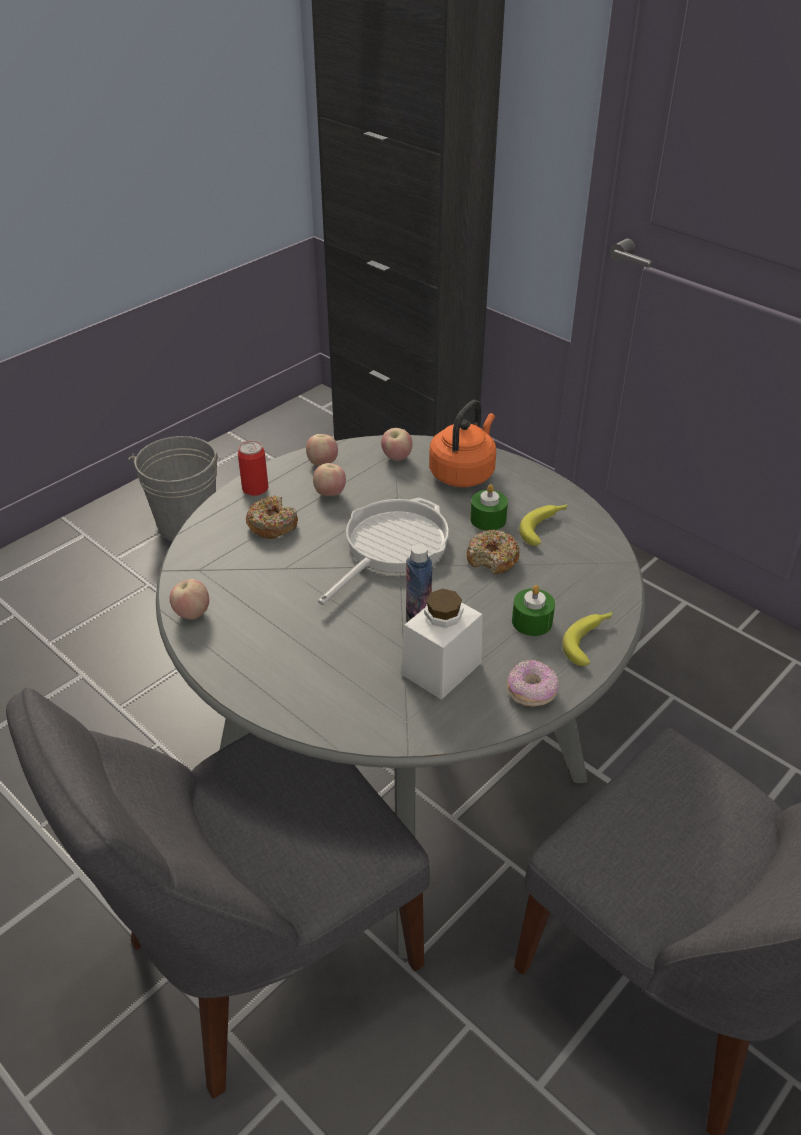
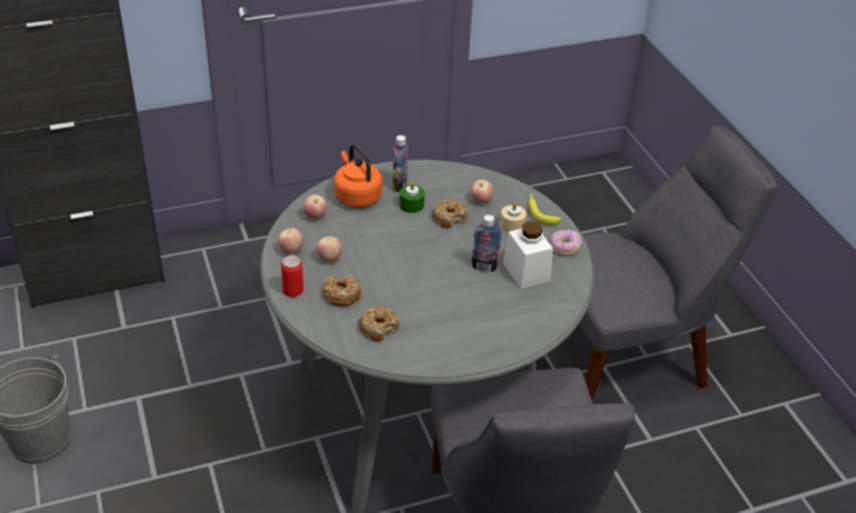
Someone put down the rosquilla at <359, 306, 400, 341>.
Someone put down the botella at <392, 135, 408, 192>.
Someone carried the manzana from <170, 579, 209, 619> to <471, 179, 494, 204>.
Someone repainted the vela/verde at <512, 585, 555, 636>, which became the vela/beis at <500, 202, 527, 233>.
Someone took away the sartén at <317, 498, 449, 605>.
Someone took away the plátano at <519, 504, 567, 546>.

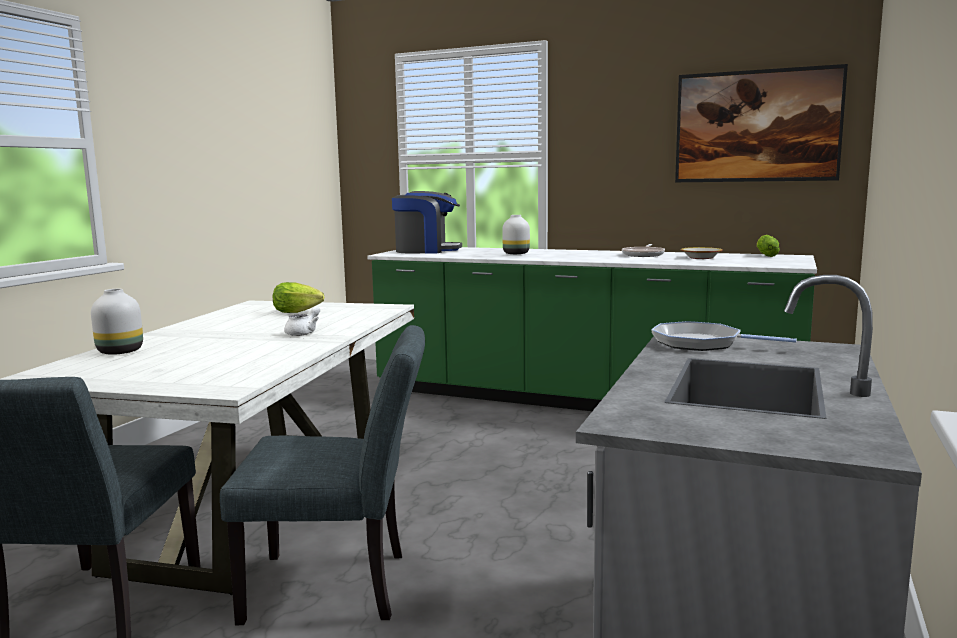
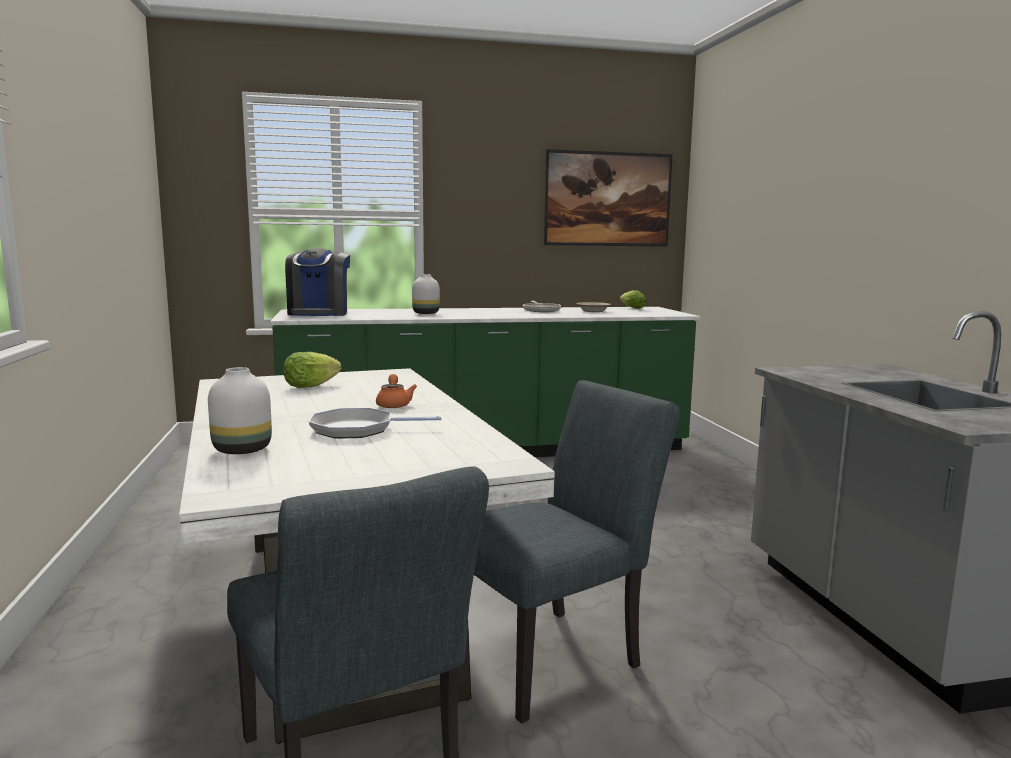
Someone rotated the cafetera at <392, 191, 462, 254> by 120 degrees clockwise.
Someone carried the sartén from <651, 321, 797, 351> to <309, 408, 441, 438>.
Someone repainted the tetera/blanco at <284, 306, 320, 336>, which became the tetera/naranja at <376, 374, 417, 408>.

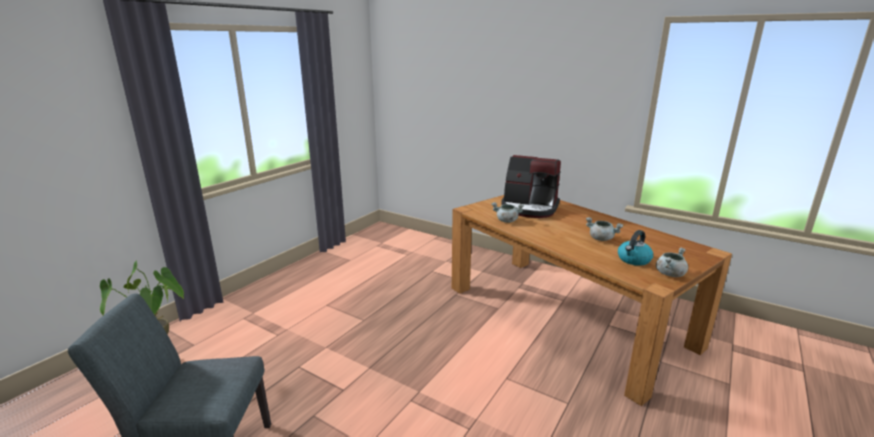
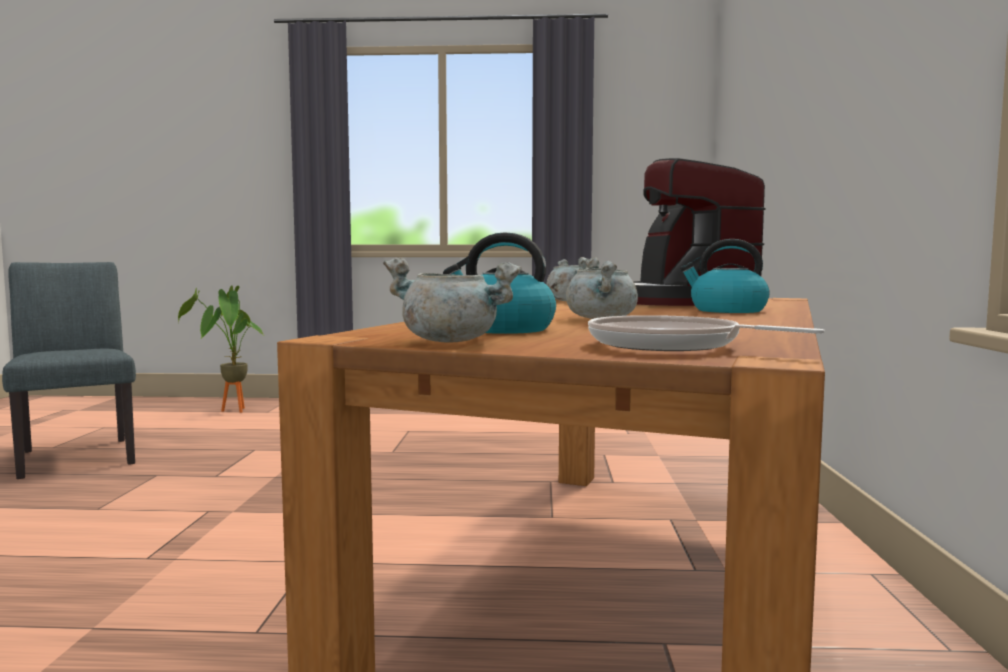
Someone put down the sartén at <588, 315, 825, 351>.
Someone put down the hervidor at <680, 239, 770, 313>.

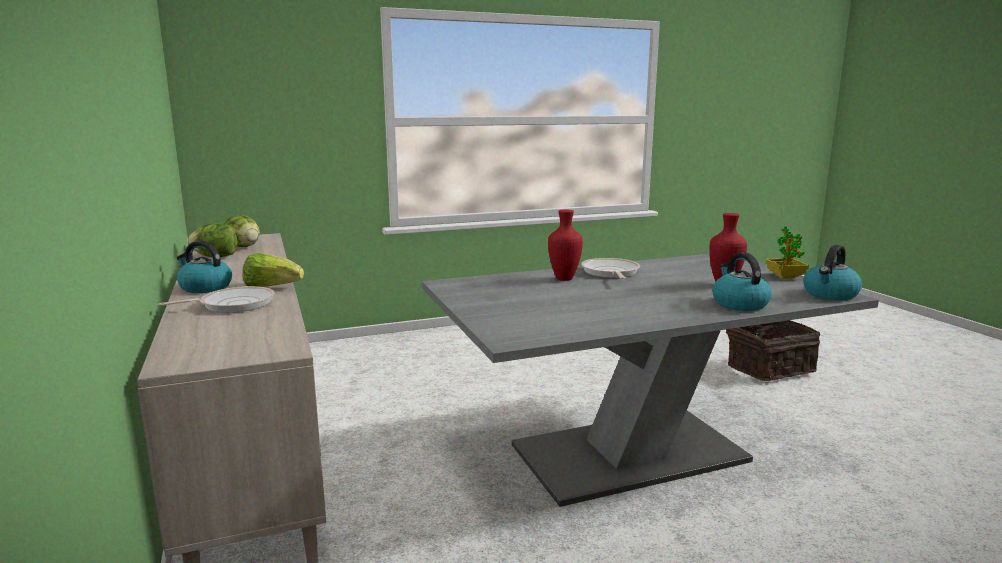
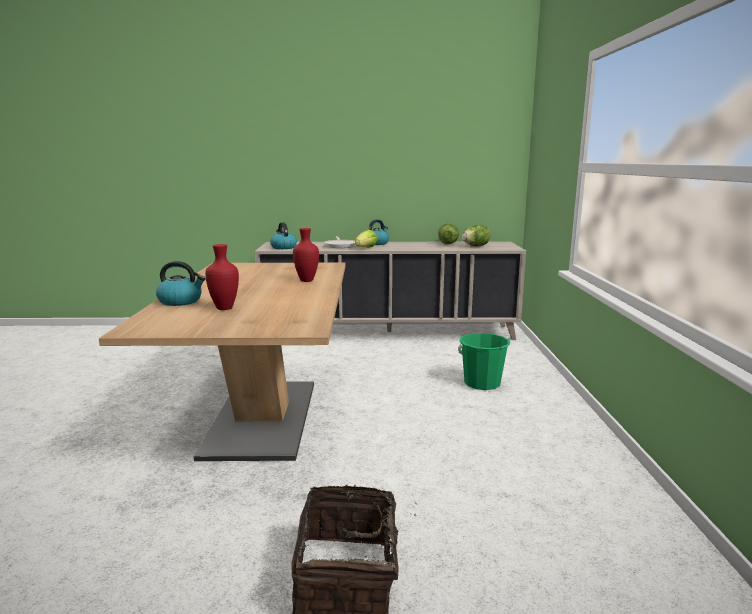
Someone repainted the mesa de comedor/gris at <422, 254, 879, 507>, which became the mesa de comedor/marrón at <99, 263, 345, 461>.
Someone carried the hervidor from <803, 245, 862, 300> to <270, 222, 297, 249>.
Someone put down the cubo/verde at <458, 333, 510, 390>.
Someone took away the sartén at <581, 258, 640, 279>.
Someone took away the planta en maceta at <766, 226, 809, 279>.

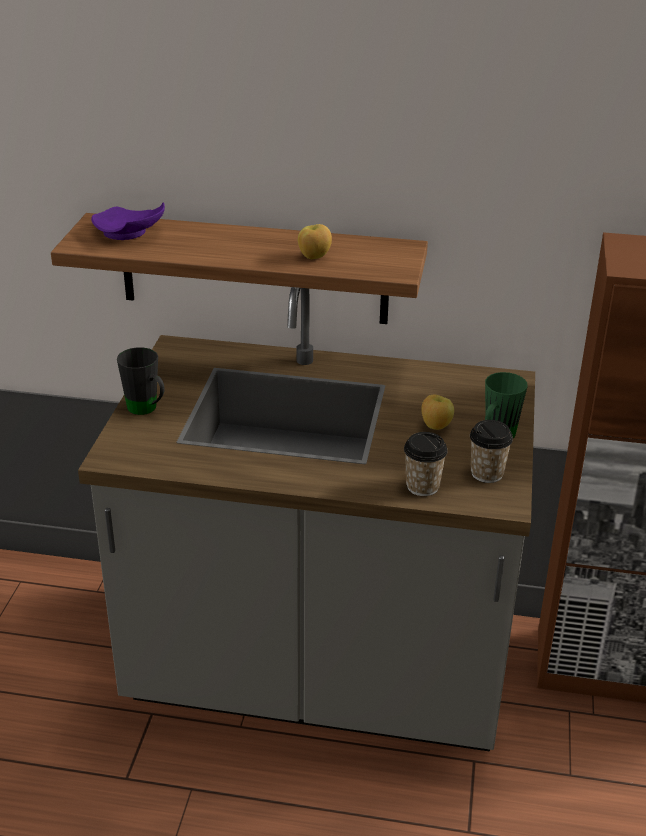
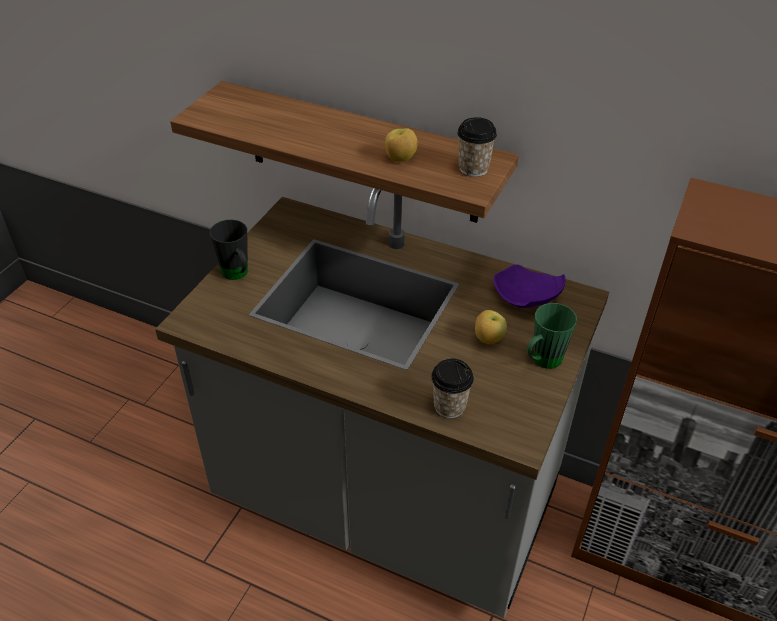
Someone carried the taza from <470, 420, 513, 483> to <457, 117, 497, 177>.
Someone carried the plato/morado from <91, 203, 165, 240> to <493, 265, 565, 308>.

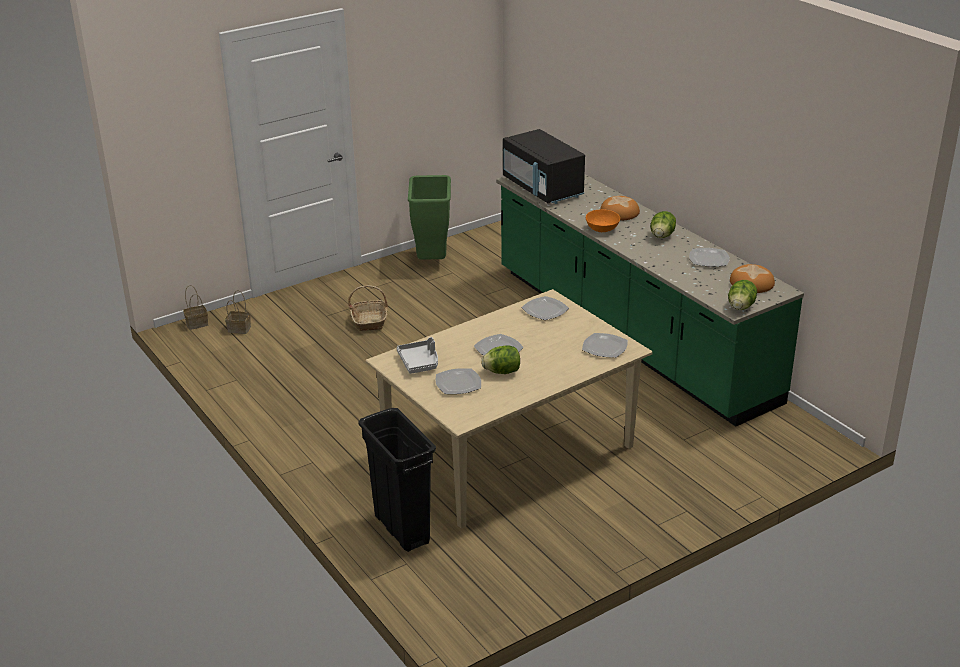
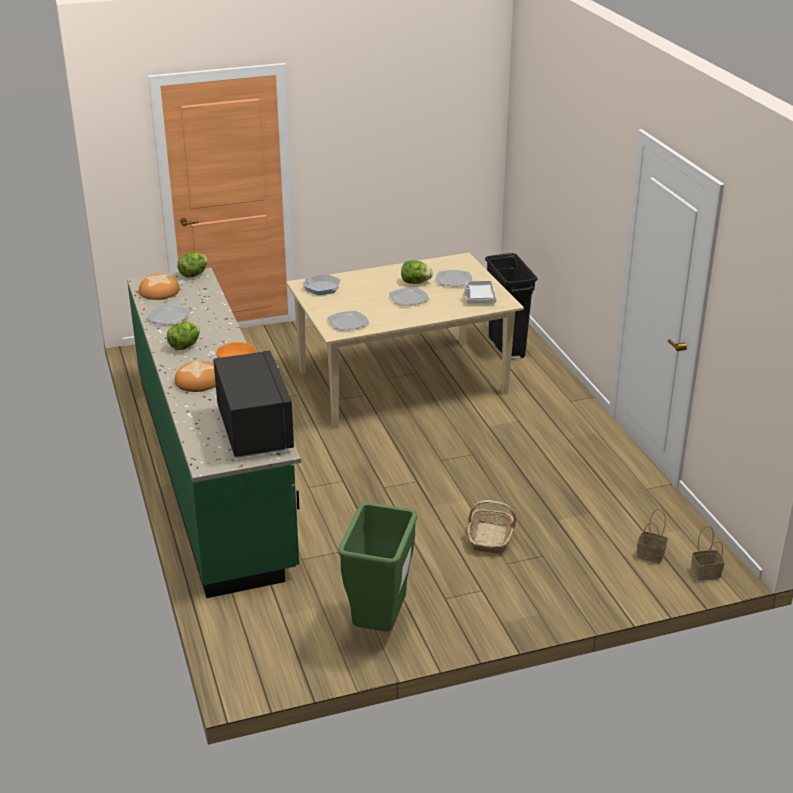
Someone swapped the plato at <582, 333, 628, 358> for the sartén at <303, 274, 341, 295>.

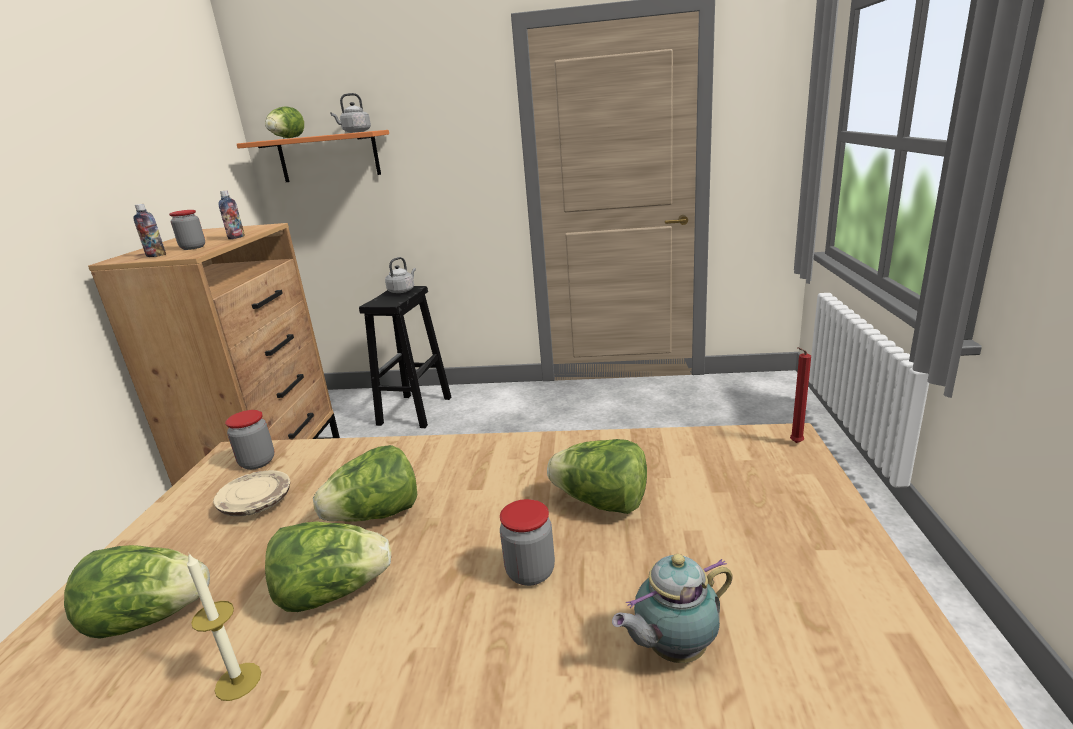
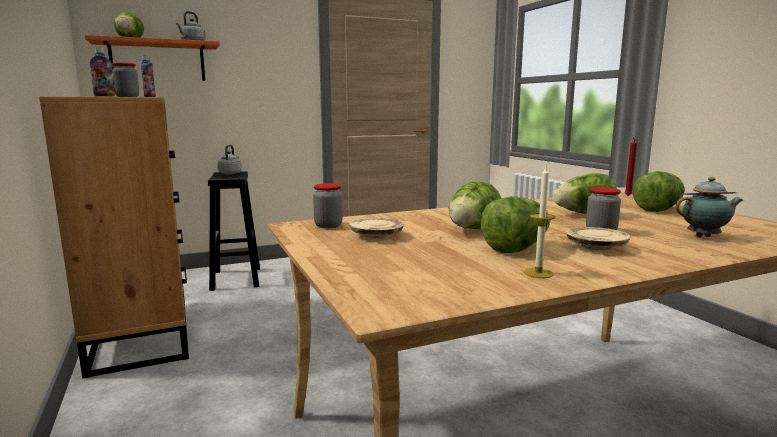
Someone put down the plato/beis at <566, 227, 630, 251>.
Someone carried the lechuga from <64, 545, 210, 638> to <632, 171, 684, 212>.
Someone rotated the tetera at <612, 554, 733, 663> by 135 degrees counterclockwise.

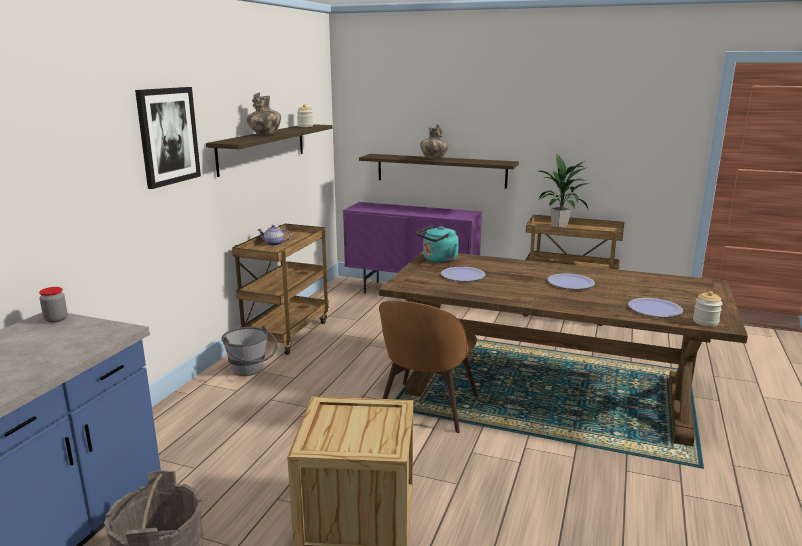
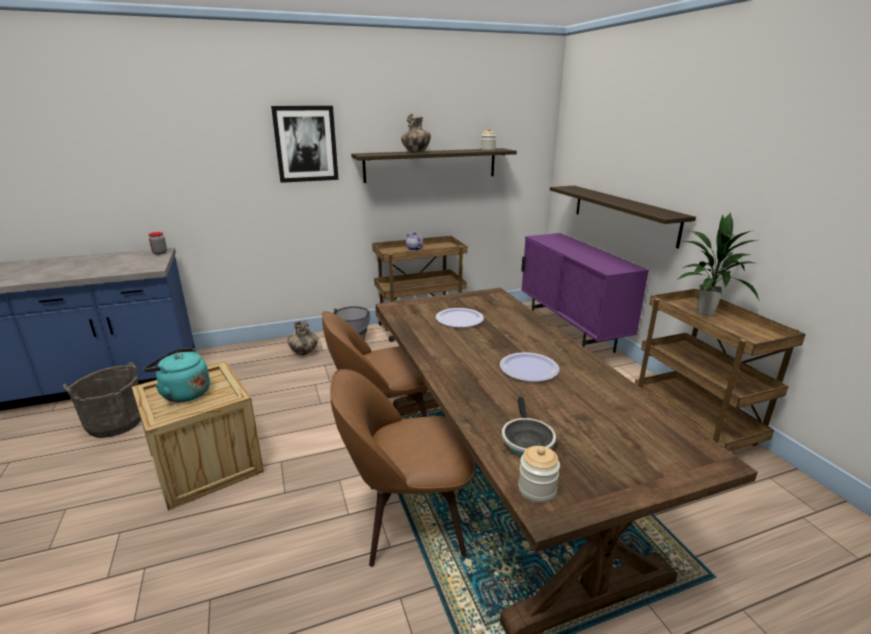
Someone carried the hervidor/turquesa from <417, 226, 459, 263> to <144, 348, 210, 402>.
Someone carried the florero from <420, 124, 449, 160> to <287, 320, 318, 355>.
Someone put down the silla/marrón at <330, 369, 476, 567>.
Someone swapped the plato at <628, 298, 683, 317> for the sartén at <502, 397, 556, 456>.

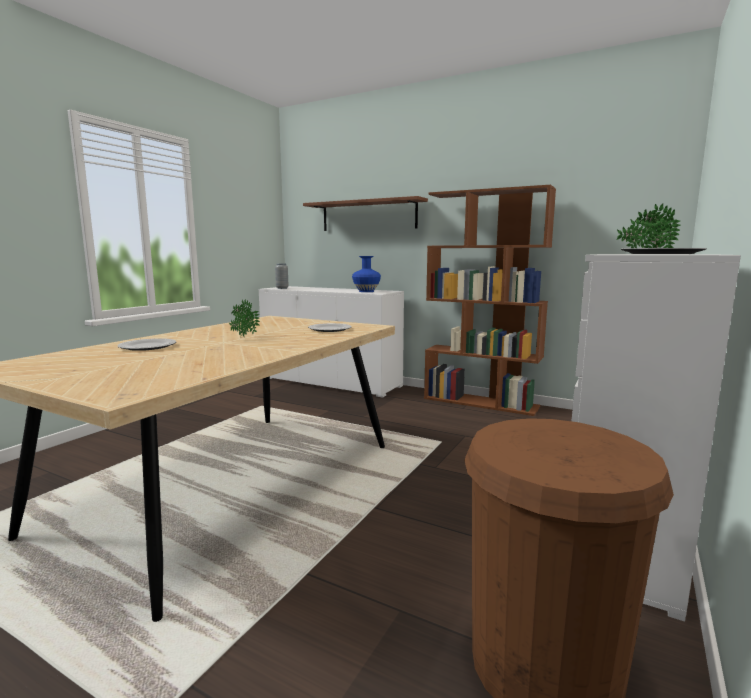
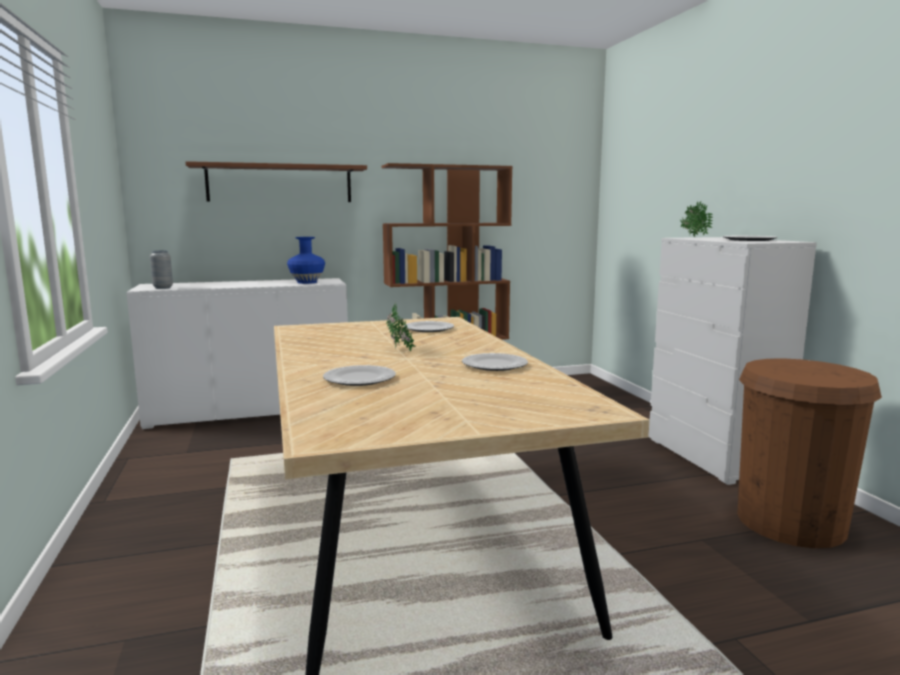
Someone put down the plato at <462, 353, 528, 371>.

